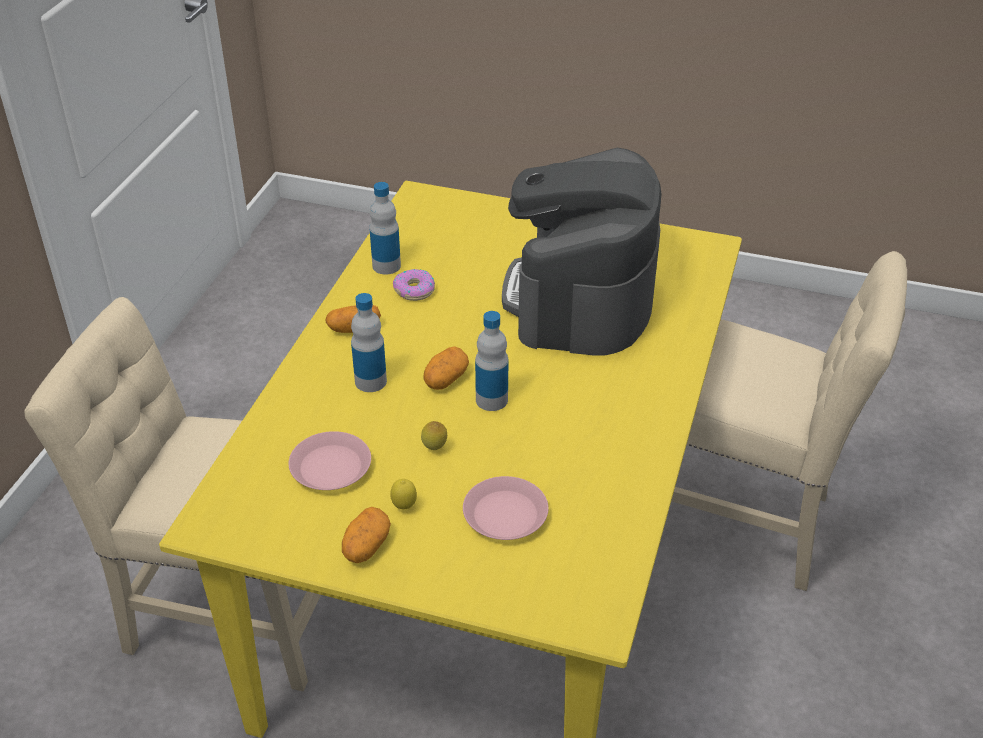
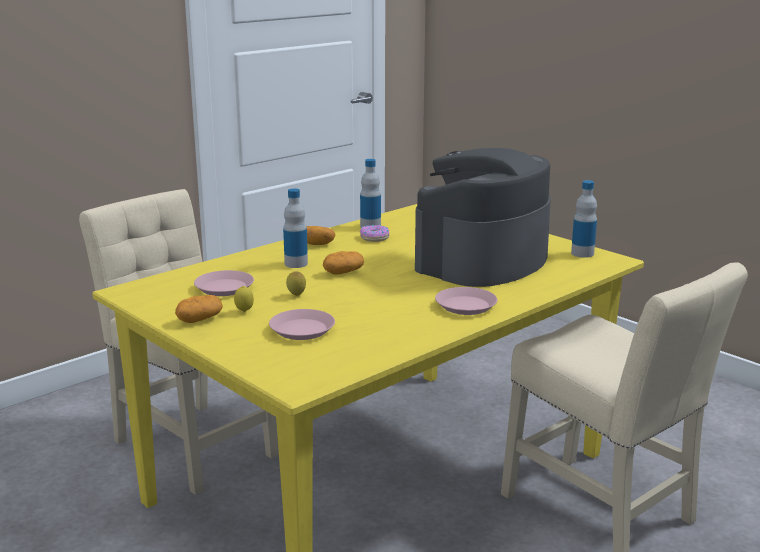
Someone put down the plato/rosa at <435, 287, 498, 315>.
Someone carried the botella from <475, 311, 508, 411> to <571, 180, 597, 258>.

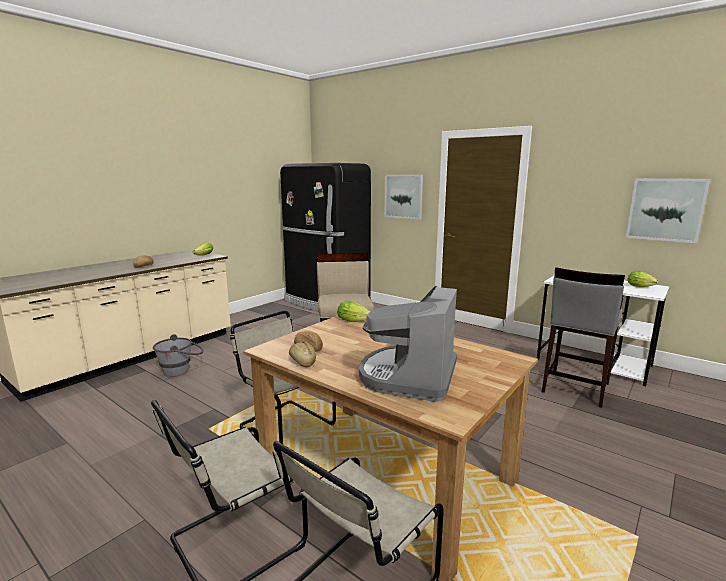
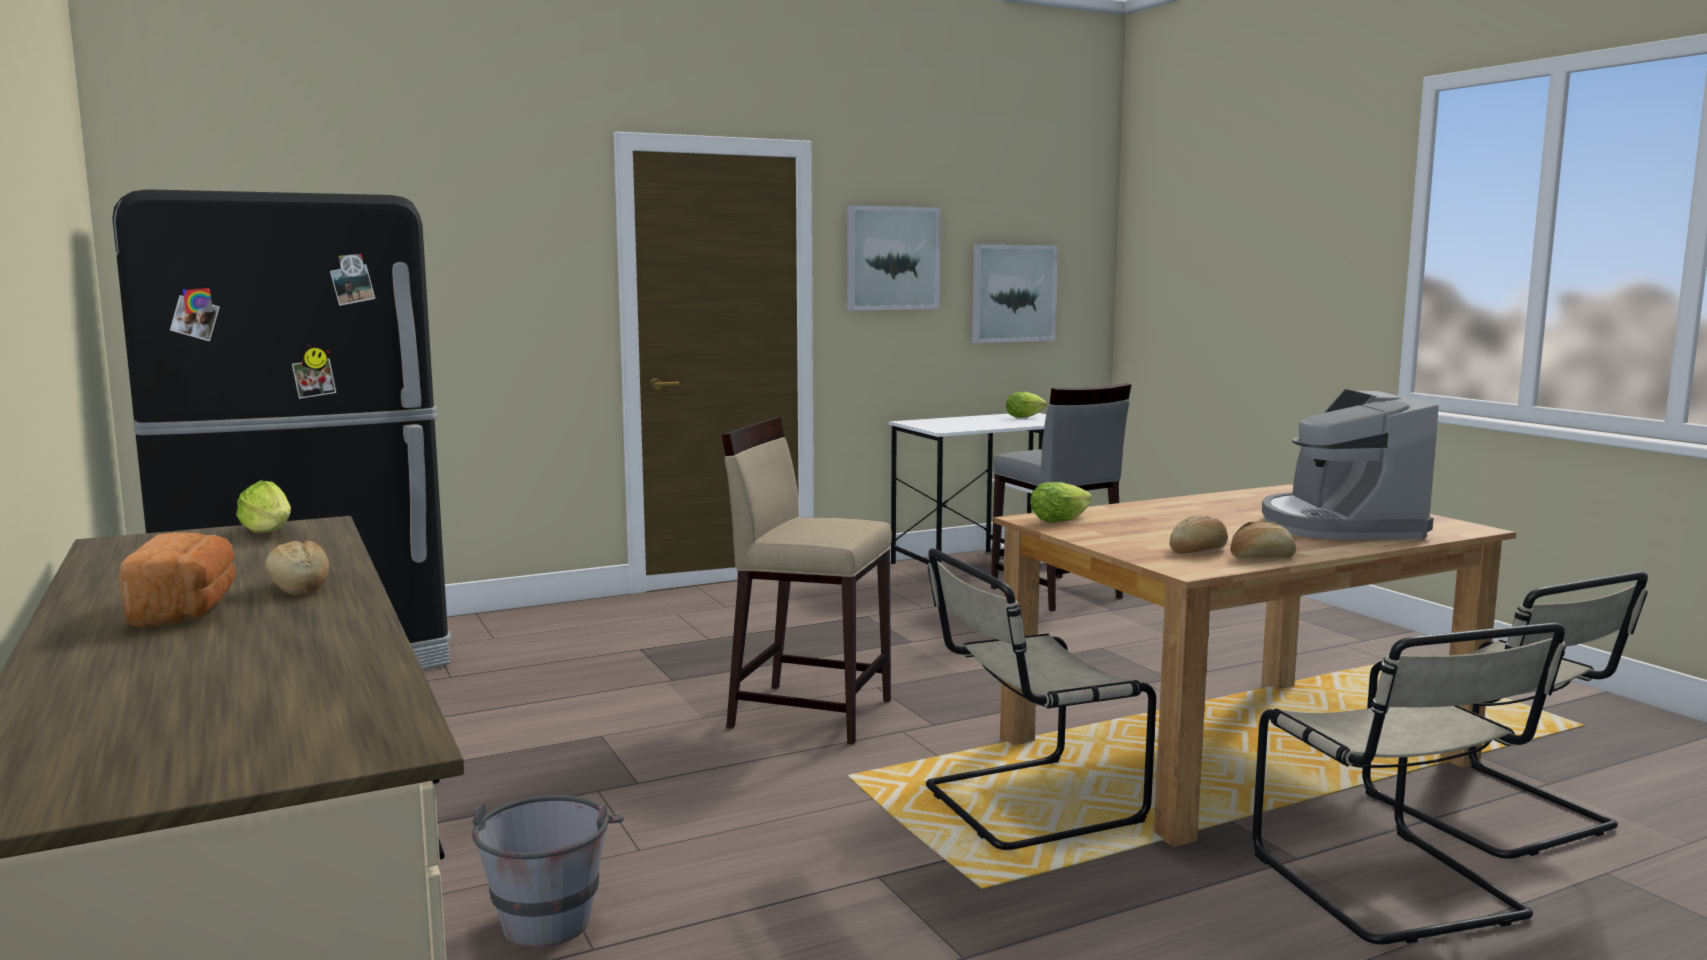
Someone put down the pan at <120, 532, 235, 627>.
Someone carried the cuadro from <384, 175, 423, 220> to <847, 206, 940, 310>.
Someone rotated the cafetera at <359, 286, 457, 402> by 45 degrees clockwise.

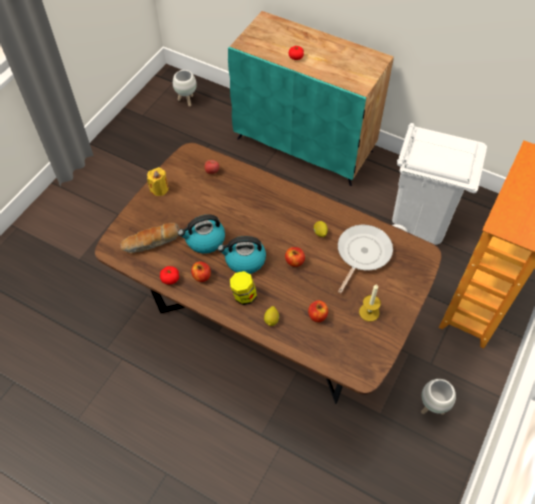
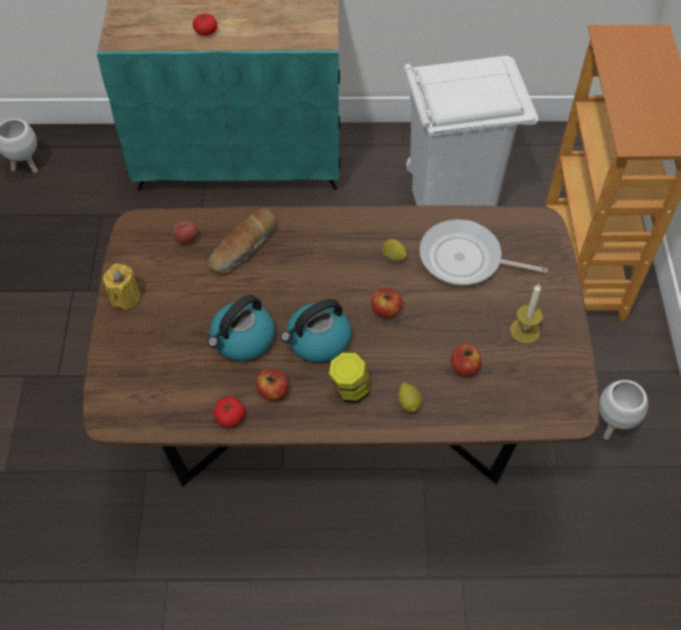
Someone carried the pan from <120, 223, 180, 253> to <208, 208, 276, 273>.
Someone rotated the sartén at <338, 225, 393, 293> by 75 degrees counterclockwise.

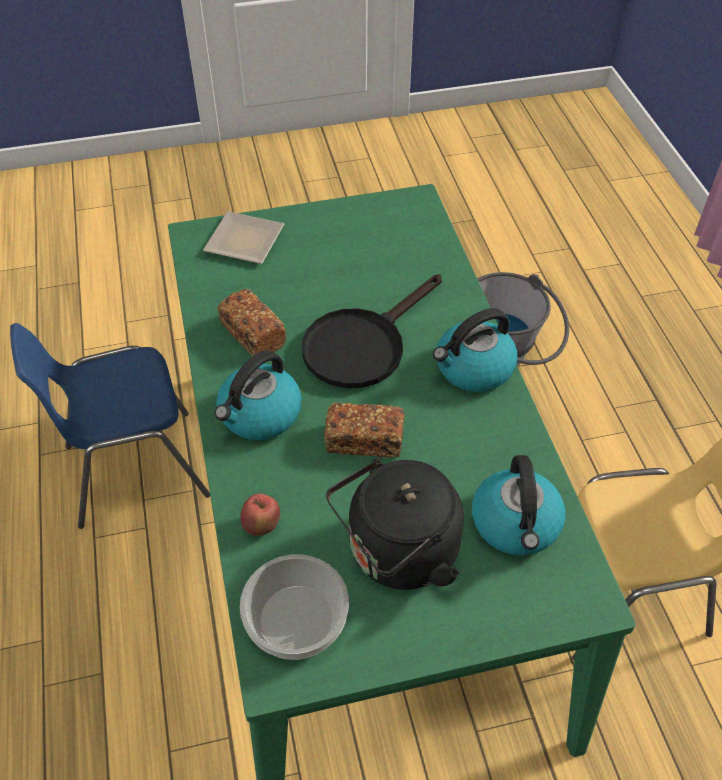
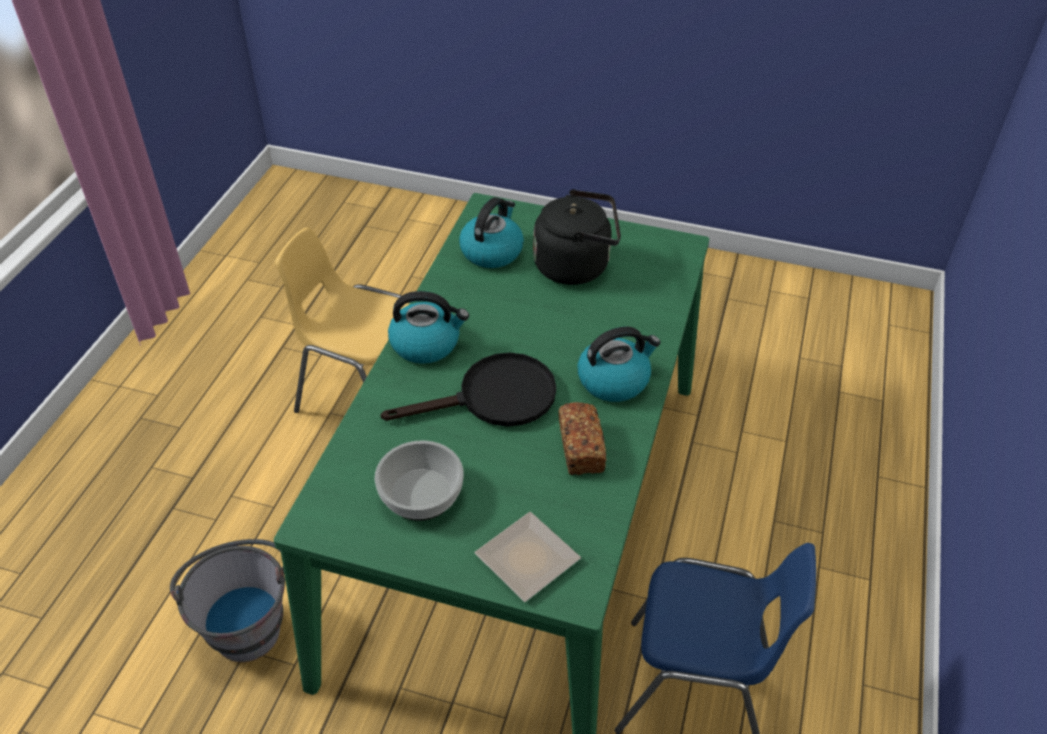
Someone carried the cuenco from <240, 554, 349, 660> to <375, 440, 463, 521>.
Someone took away the manzana at <240, 494, 280, 536>.
Someone took away the pan at <324, 402, 404, 457>.

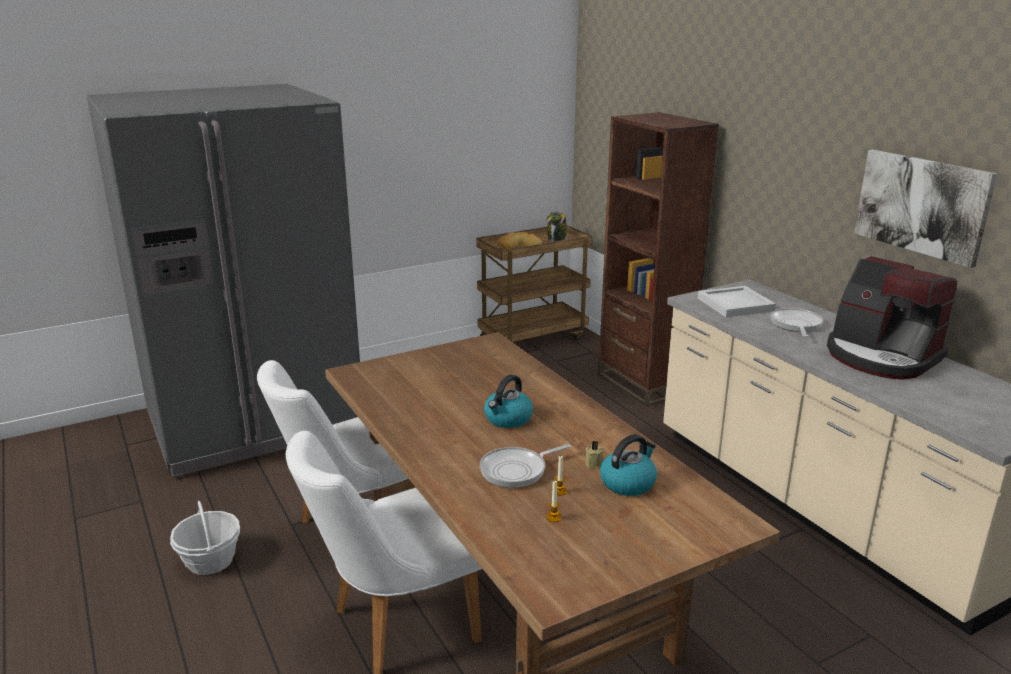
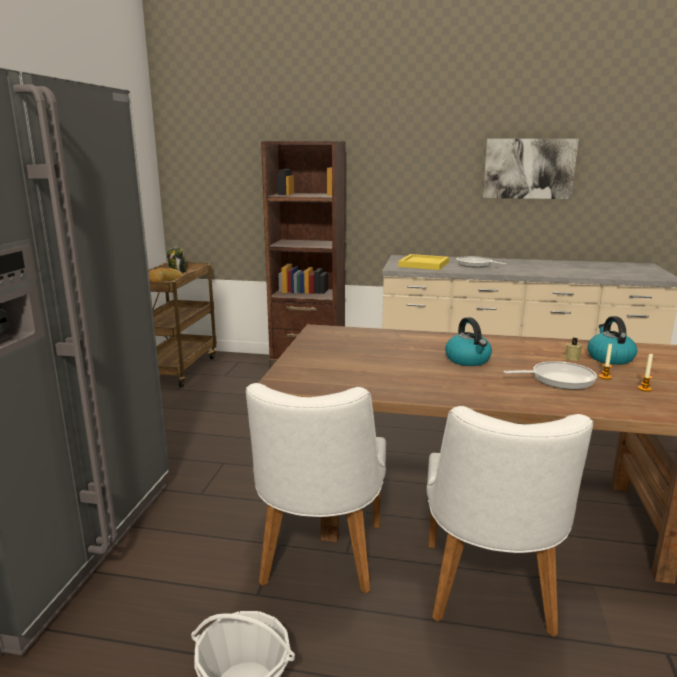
Someone repainted the bandeja/blanco at <698, 286, 776, 317>, which became the bandeja/amarillo at <398, 254, 449, 270>.
Someone rotated the sartén at <480, 444, 571, 488> by 105 degrees counterclockwise.
Someone took away the cafetera at <827, 256, 957, 380>.

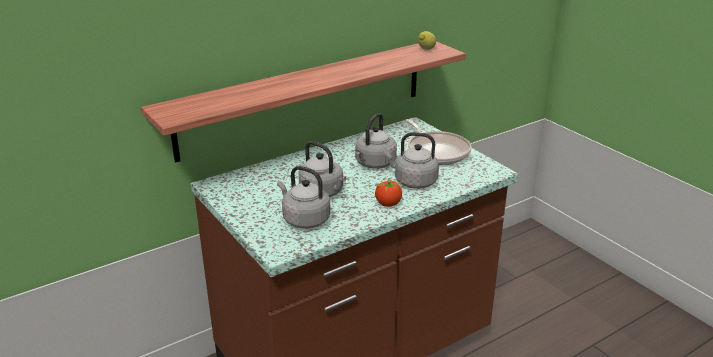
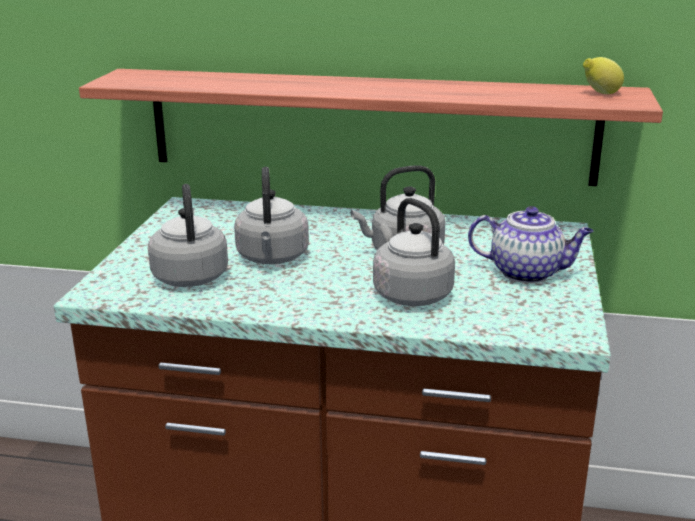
Someone swapped the sartén at <406, 119, 472, 165> for the tetera at <468, 206, 593, 283>.
Someone took away the tomate at <375, 179, 403, 207>.

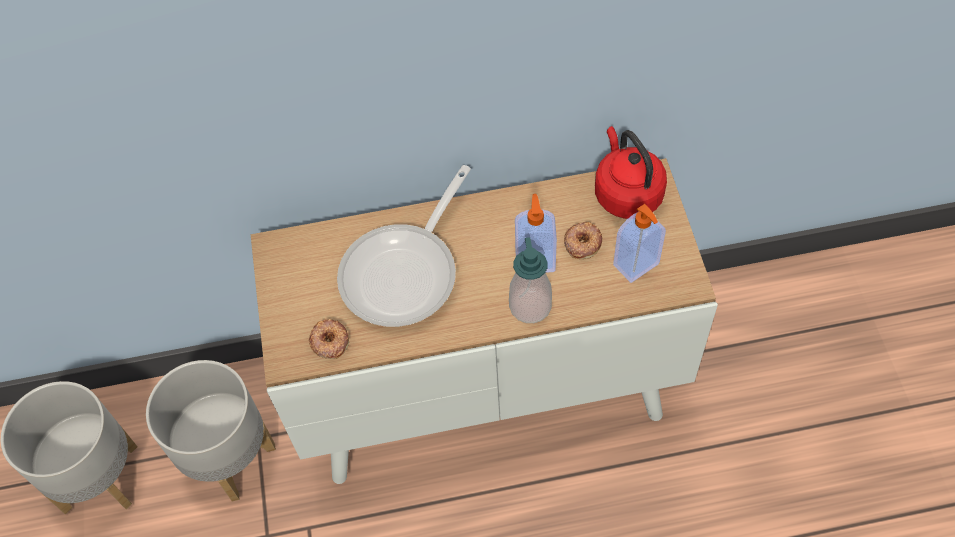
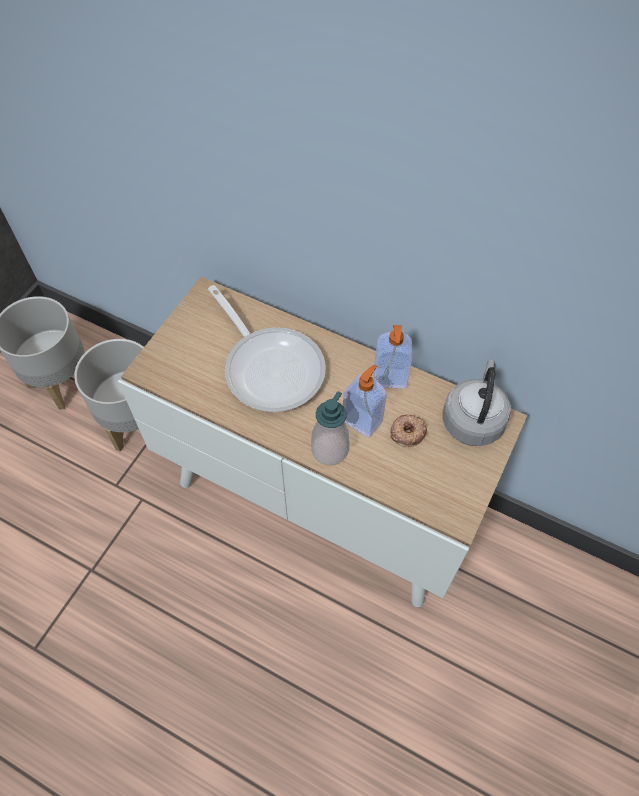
Someone rotated the sartén at <337, 165, 471, 327> by 105 degrees counterclockwise.
Someone carried the dispensador de jabón from <613, 204, 666, 283> to <374, 325, 412, 389>.
Someone repainted the hervidor/rojo at <595, 126, 667, 219>, which became the hervidor/gris at <443, 360, 511, 446>.
Someone took away the rosquilla at <309, 319, 349, 359>.

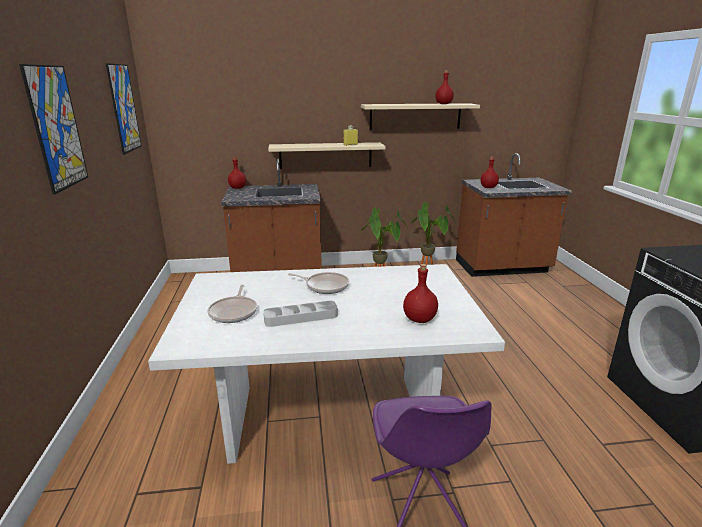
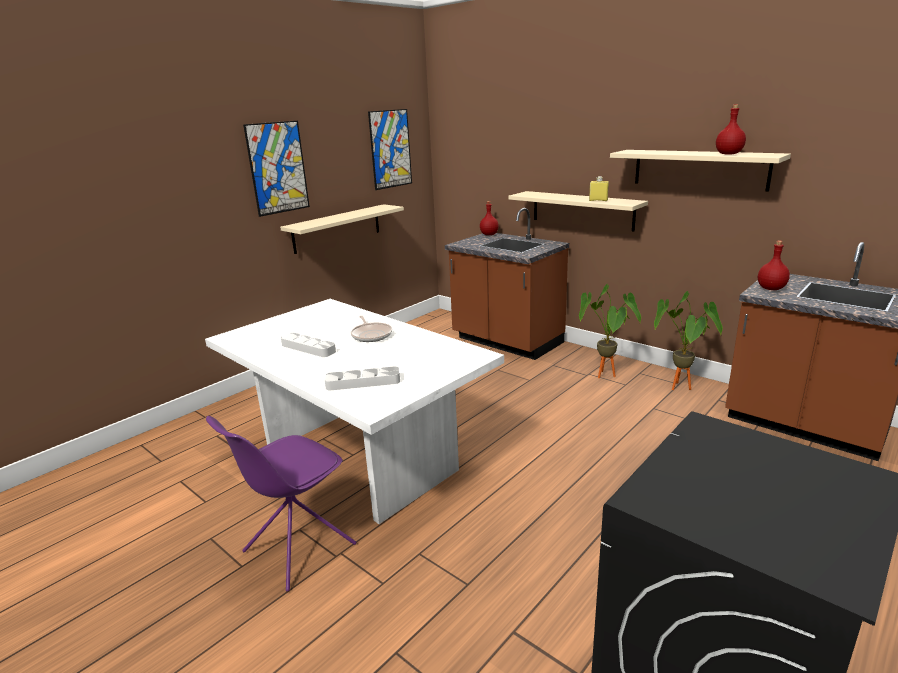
Someone put up the estante/beis at <280, 204, 404, 254>.
Someone swapped the botella/rojo at <403, 264, 438, 323> for the bandeja/gris at <325, 366, 400, 390>.
Someone took away the sartén at <207, 285, 257, 323>.

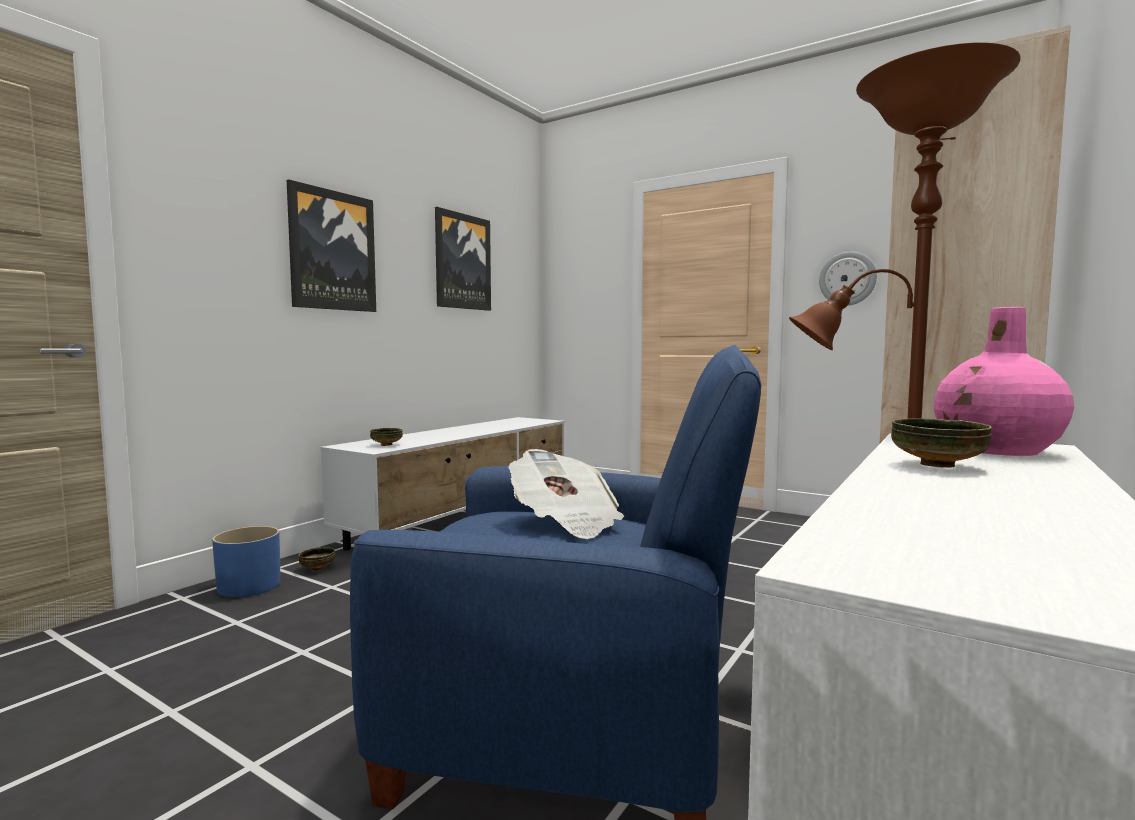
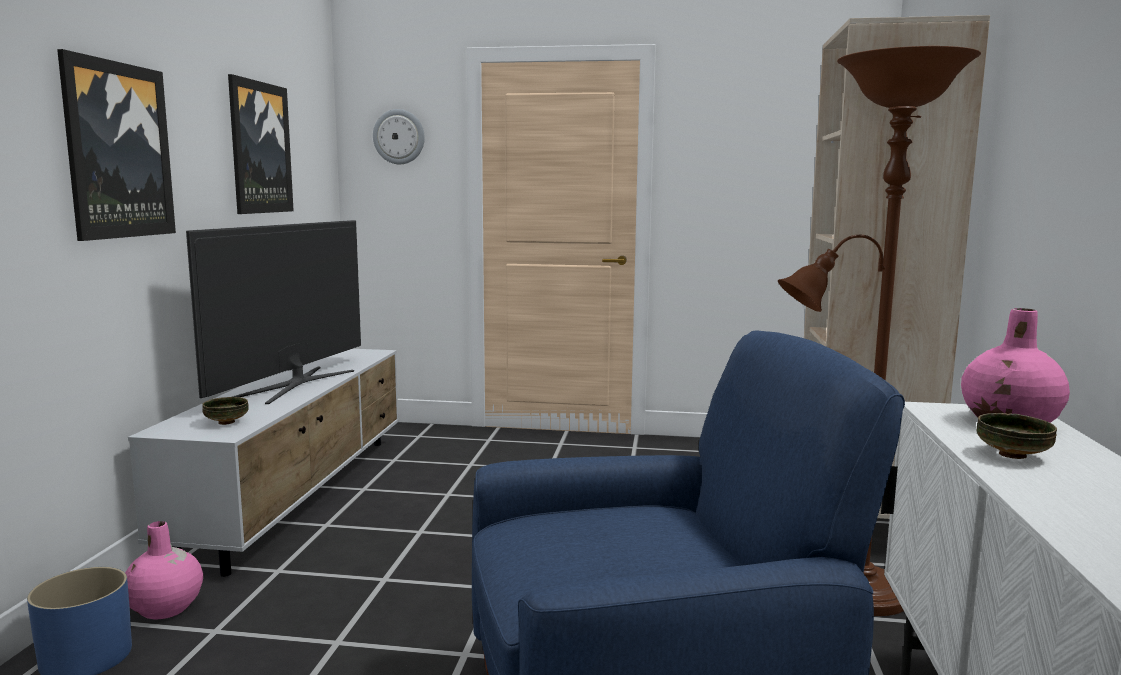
Someone swapped the cuenco at <299, 547, 335, 571> for the florero/rosa at <125, 521, 203, 620>.
Someone put down the televisor at <186, 220, 361, 404>.
Someone carried the reloj de pared from <819, 252, 877, 306> to <373, 109, 425, 164>.
Someone took away the periódico at <508, 449, 624, 539>.

